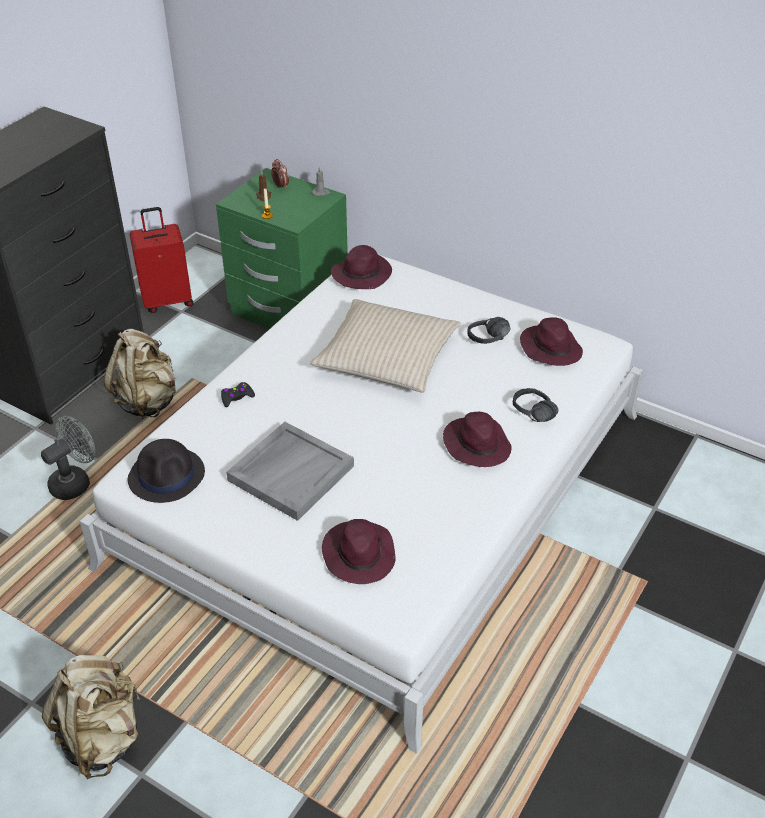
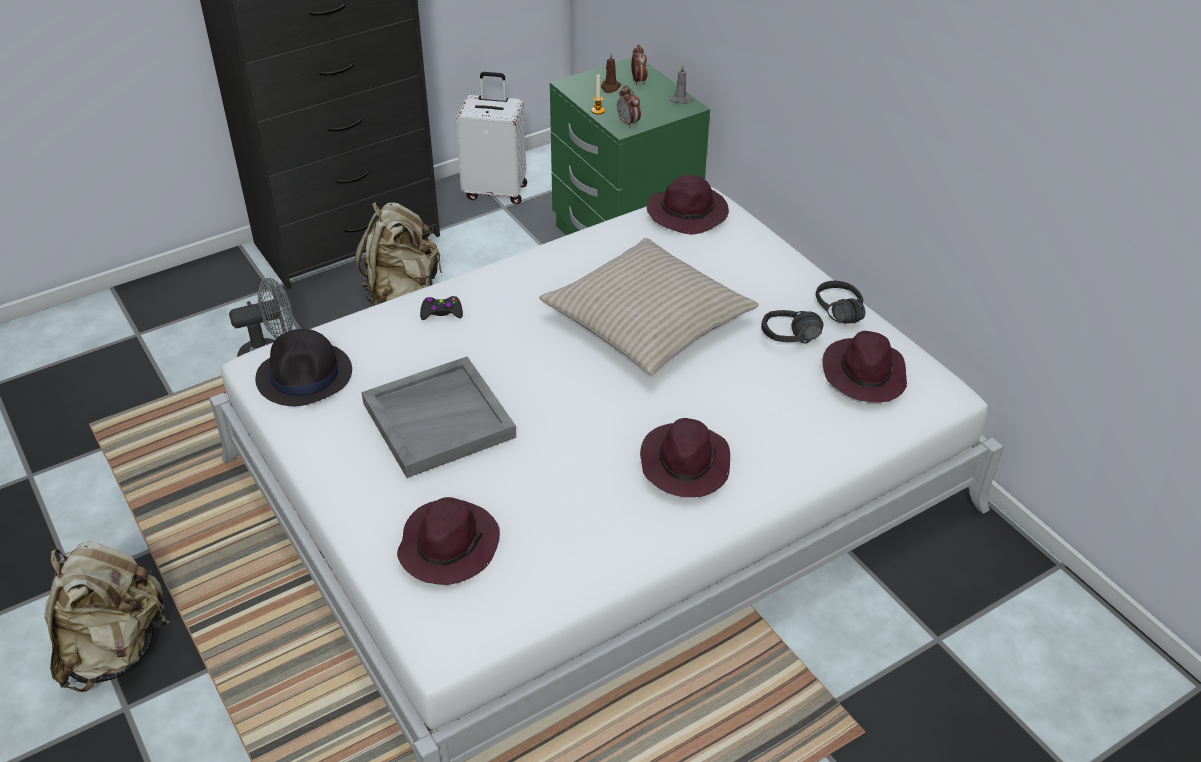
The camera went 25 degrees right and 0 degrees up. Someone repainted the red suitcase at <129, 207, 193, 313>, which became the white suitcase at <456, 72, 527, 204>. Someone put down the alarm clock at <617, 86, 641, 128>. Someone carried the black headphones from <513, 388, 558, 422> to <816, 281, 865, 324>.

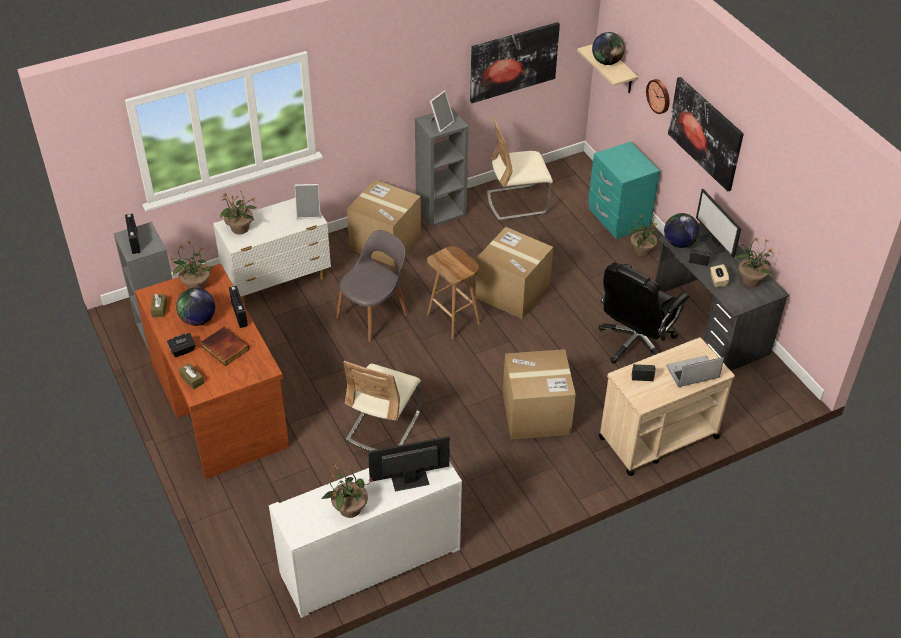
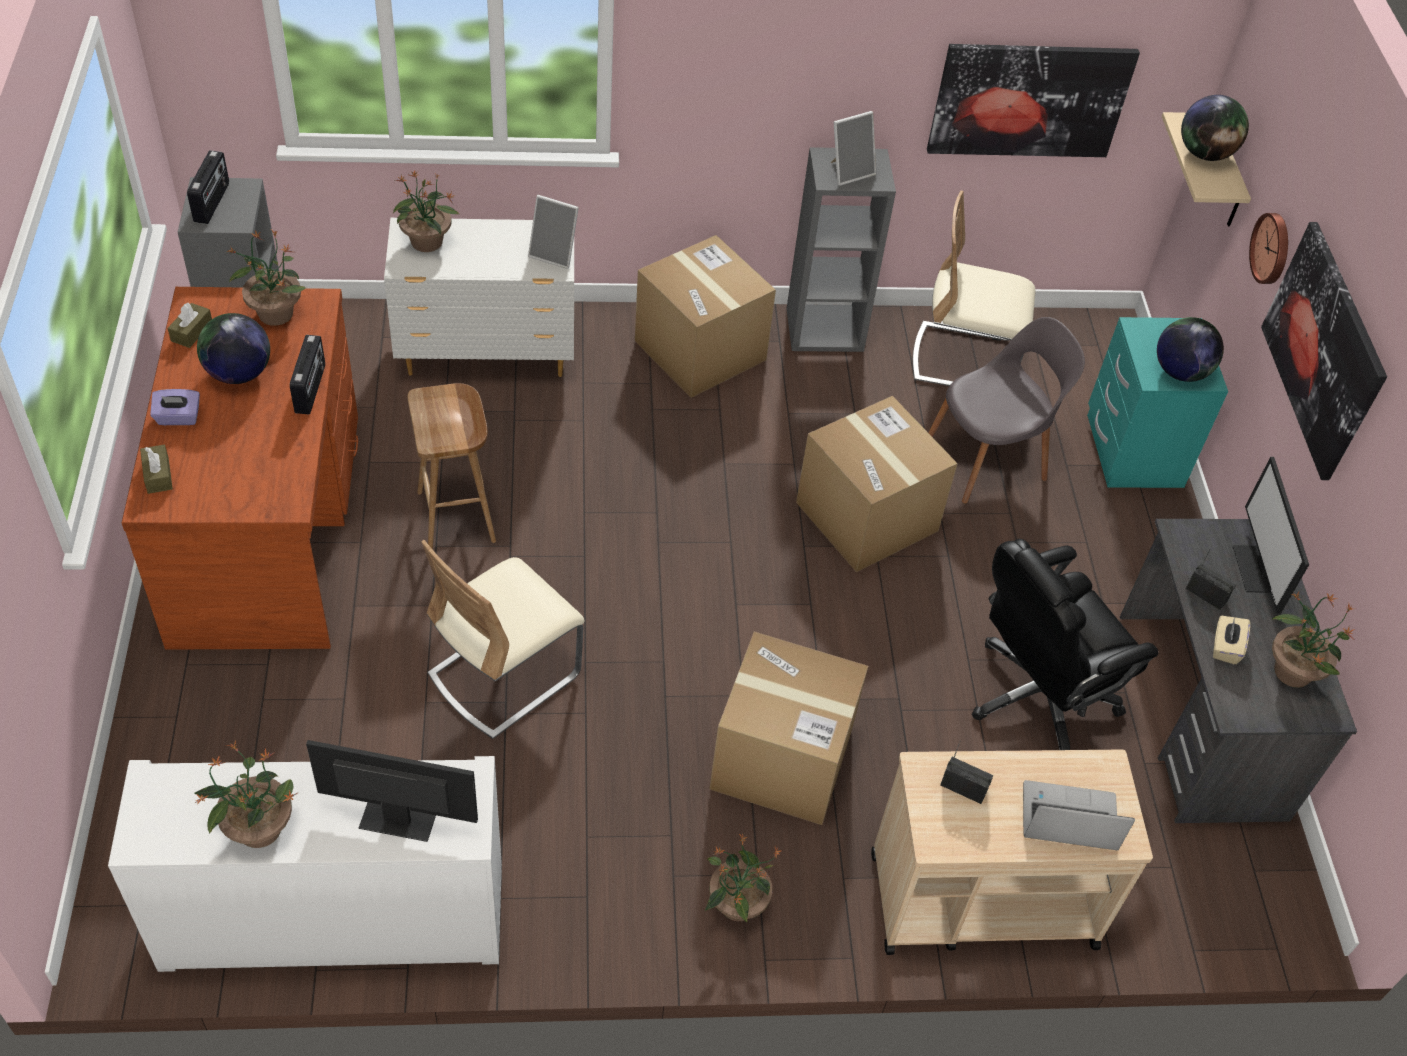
The camera went 20 degrees right and 5 degrees up. Someone repainted the black tissue box at <167, 333, 195, 357>, which became the purple tissue box at <150, 389, 200, 425>. Someone carried the brown stool from <427, 246, 480, 340> to <407, 383, 496, 550>. Someone carried the potted plant from <628, 215, 658, 256> to <704, 833, 781, 922>. Someone carried the grey chair from <336, 230, 408, 343> to <928, 317, 1085, 504>. Someone carried the globe from <664, 213, 699, 248> to <1157, 317, 1224, 382>. Someone took away the book at <200, 327, 249, 366>.

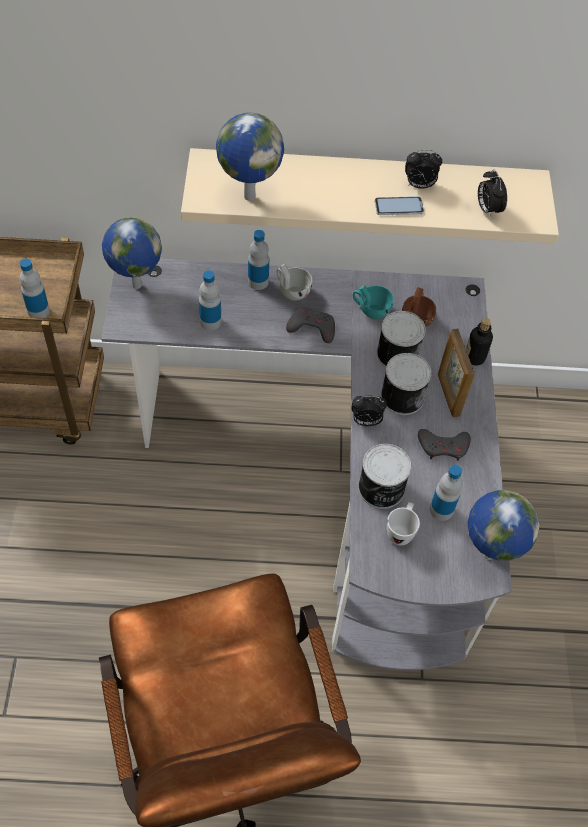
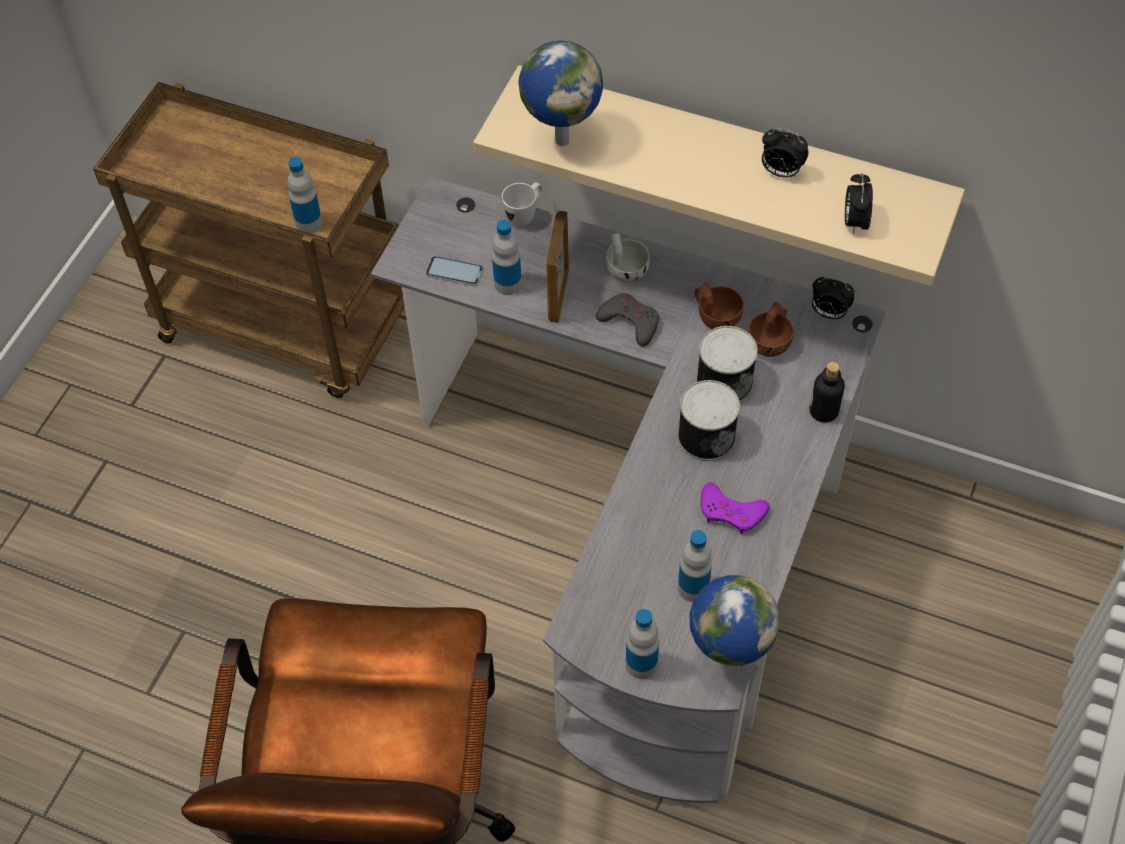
The camera went 25 degrees right and 0 degrees up. Someone carried the phone from <375, 196, 424, 215> to <426, 256, 483, 286>. Someone carried the white mug from <387, 502, 420, 545> to <502, 182, 542, 226>. Someone carried the picture frame from <438, 328, 475, 417> to <546, 211, 569, 323>. Someone carried the bottle from <248, 230, 269, 290> to <626, 609, 659, 679>. Someone repainted the turquoise cup at <353, 285, 394, 319>, which became the brown cup at <695, 283, 744, 329>. Someone repainted the grey game controller at <418, 429, 471, 461>, which became the purple game controller at <701, 483, 769, 534>. Someone carried the alarm clock from <352, 396, 387, 426> to <812, 277, 854, 319>. Someone took away the globe at <102, 217, 162, 289>. Someone took away the can at <358, 444, 411, 509>.

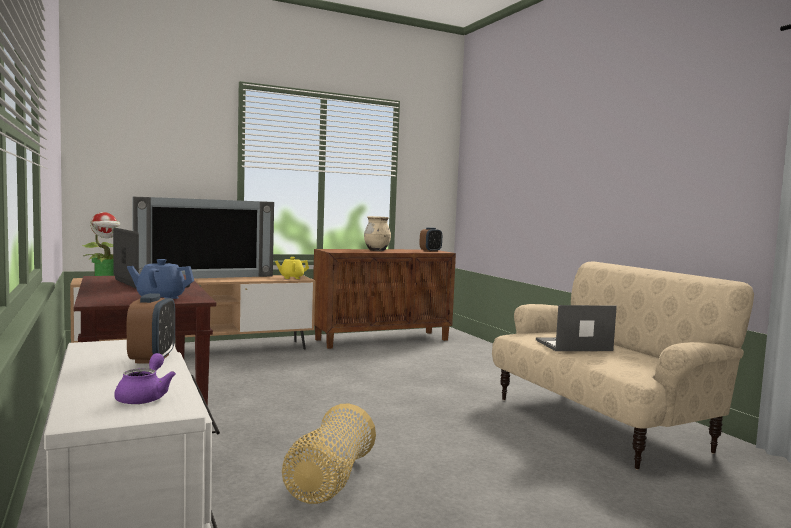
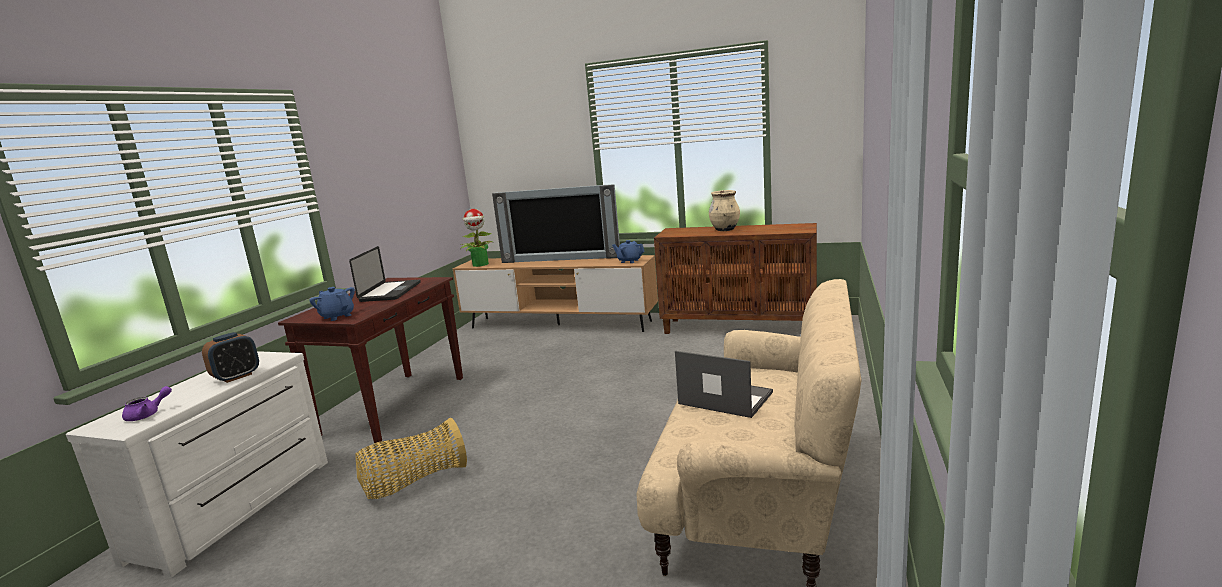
The camera went 45 degrees right and 10 degrees up. Someone repainted the yellow teapot at <275, 257, 309, 279>, which became the blue teapot at <612, 240, 645, 263>. Someone took away the alarm clock at <419, 228, 442, 252>.

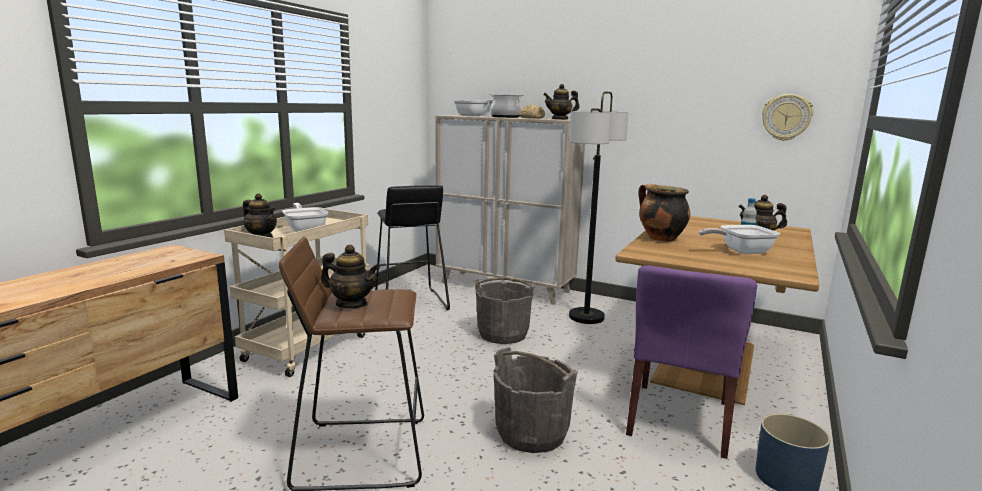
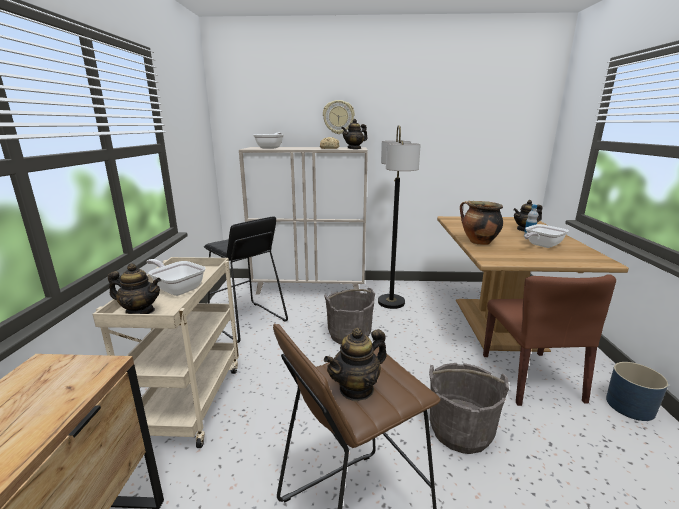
The camera went 25 degrees left and 5 degrees up. Someone carried the wall clock from <762, 94, 813, 141> to <323, 100, 355, 134>. Someone rotated the teapot at <321, 245, 380, 309> by 150 degrees clockwise. Someone repainted the purple chair at <626, 265, 757, 459>, which became the brown chair at <483, 274, 616, 406>. Someone took away the cooking pot at <489, 94, 524, 118>.

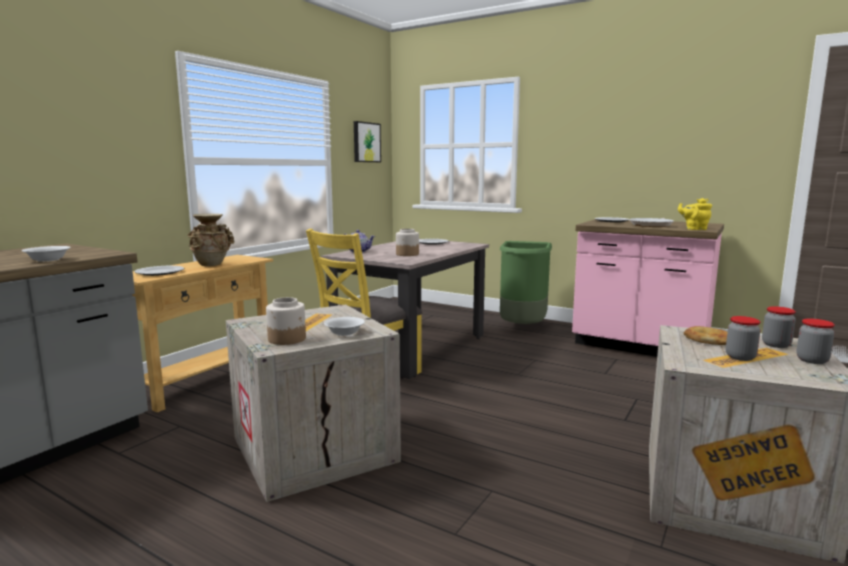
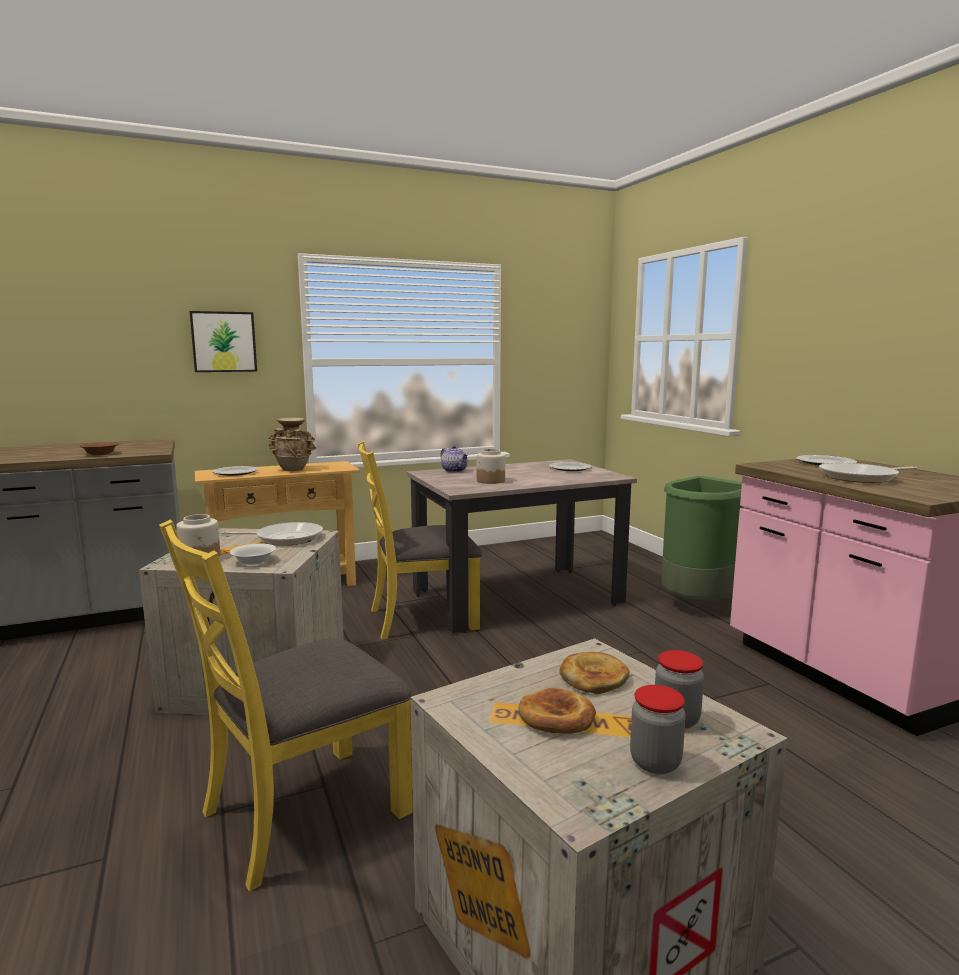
The camera went 35 degrees right and 0 degrees up. Someone repainted the white bowl at <21, 246, 71, 262>, which became the brown bowl at <80, 442, 119, 455>. Someone put down the yellow chair at <159, 520, 413, 891>. Someone carried the picture from <354, 121, 381, 162> to <190, 311, 257, 372>. Someone put down the frying pan at <221, 522, 323, 546>. Someone swapped the jar at <726, 316, 760, 361> for the bread at <518, 688, 596, 734>. Someone took away the yellow teapot at <678, 198, 712, 230>.

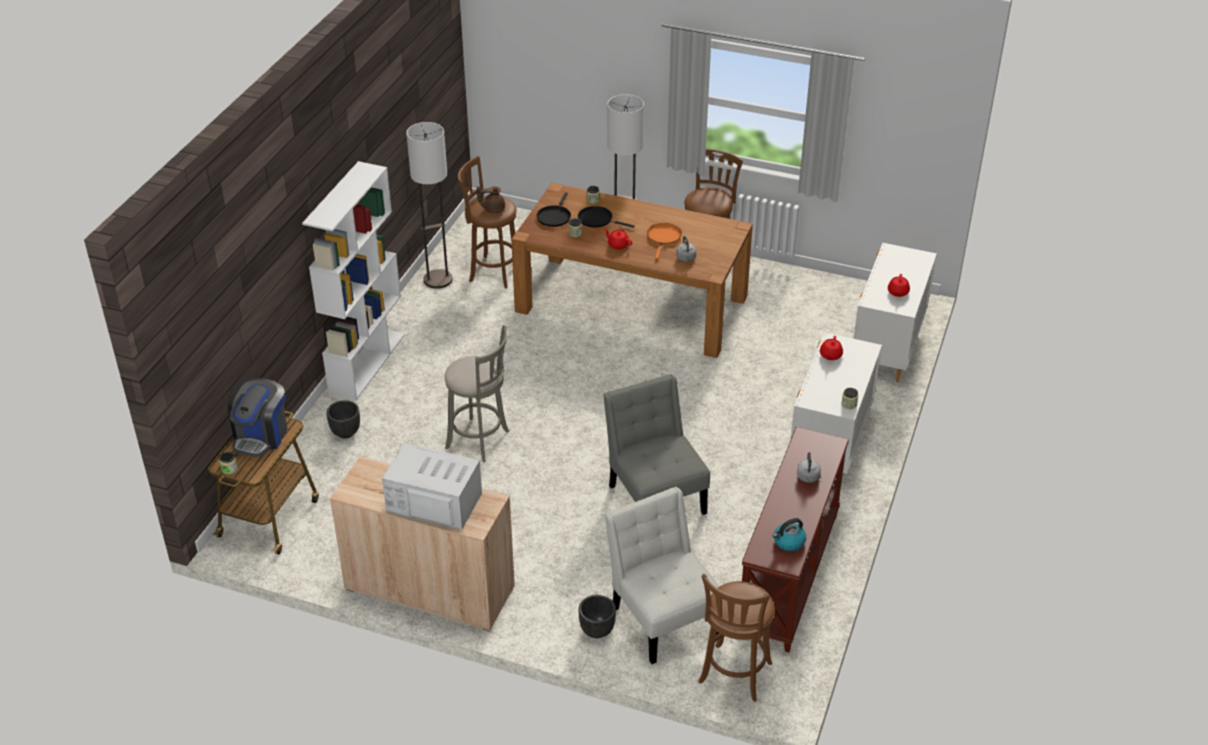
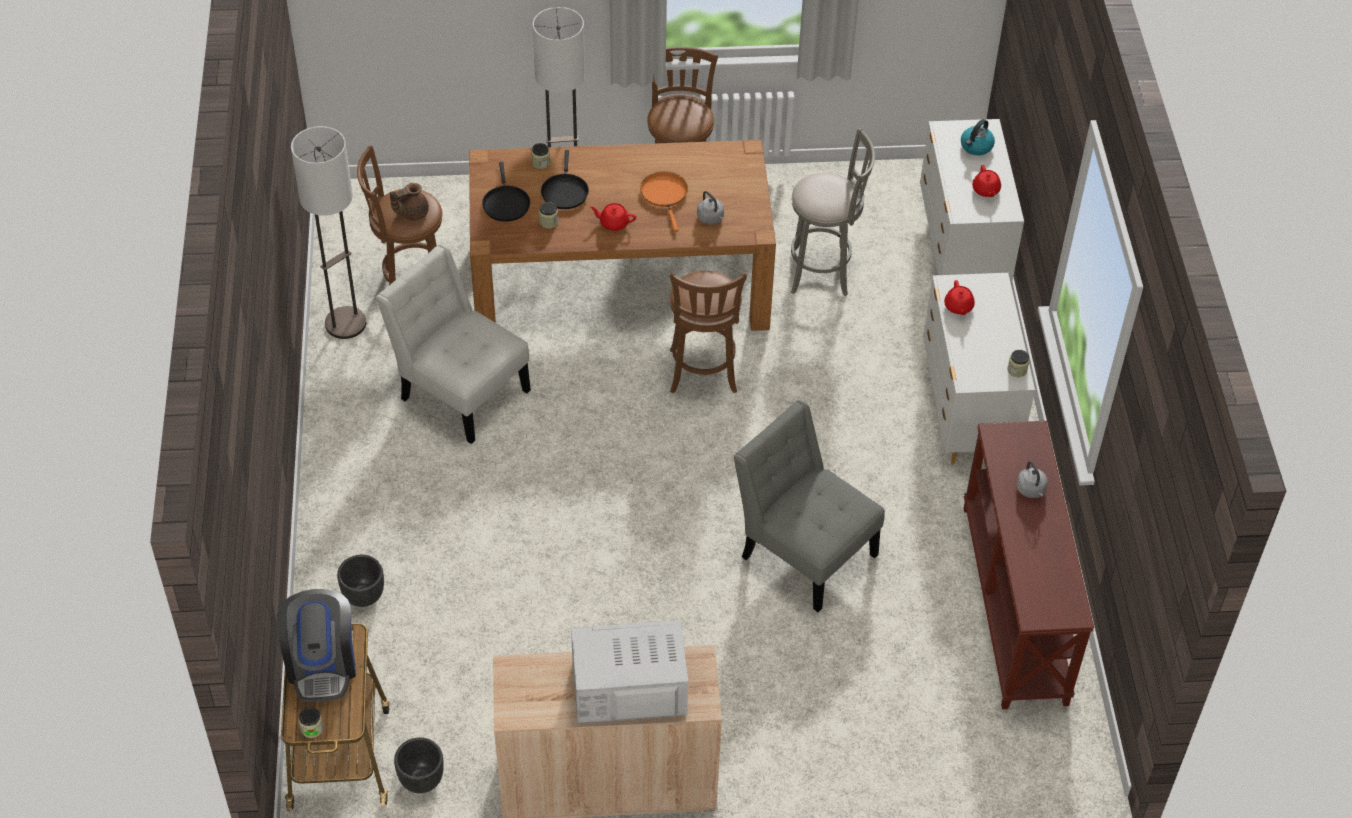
The camera went 25 degrees left and 10 degrees up. Someone carried the white chair from <605, 487, 720, 664> to <376, 244, 531, 444>. Someone carried the black planter from <579, 595, 616, 638> to <394, 737, 444, 793>. Someone rotated the black frying pan at <578, 206, 635, 228> by 90 degrees counterclockwise. Someone carried the brown stool from <698, 574, 775, 702> to <670, 271, 747, 393>. Someone carried the grey stool from <444, 325, 509, 462> to <791, 128, 875, 296>. Someone carried the kettle from <773, 518, 806, 551> to <961, 119, 995, 155>. Someone took away the white bookcase at <302, 161, 405, 401>.

